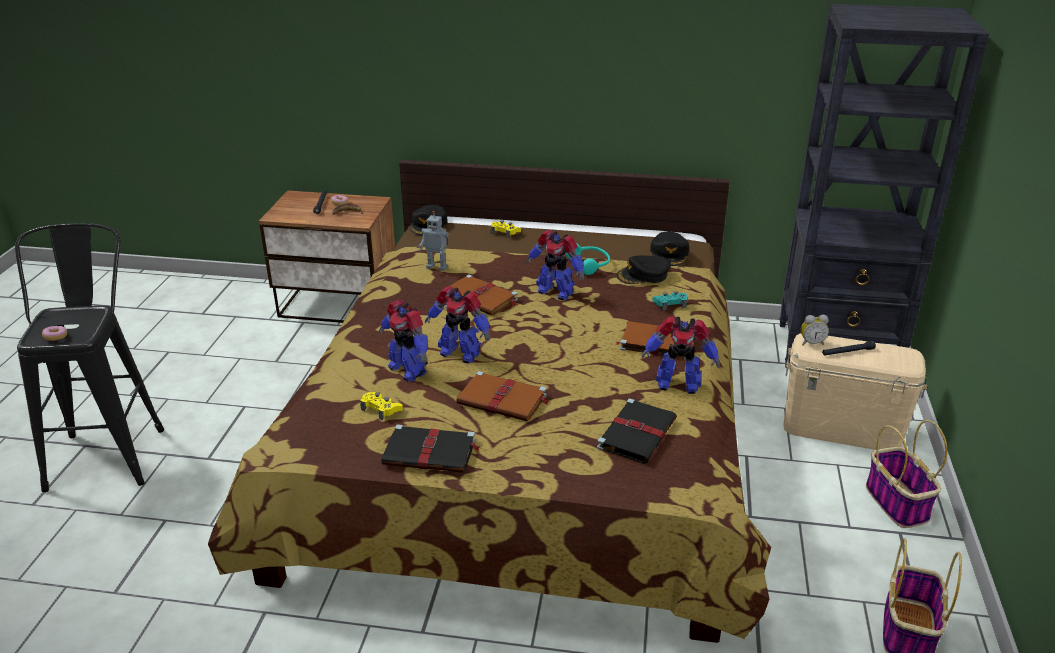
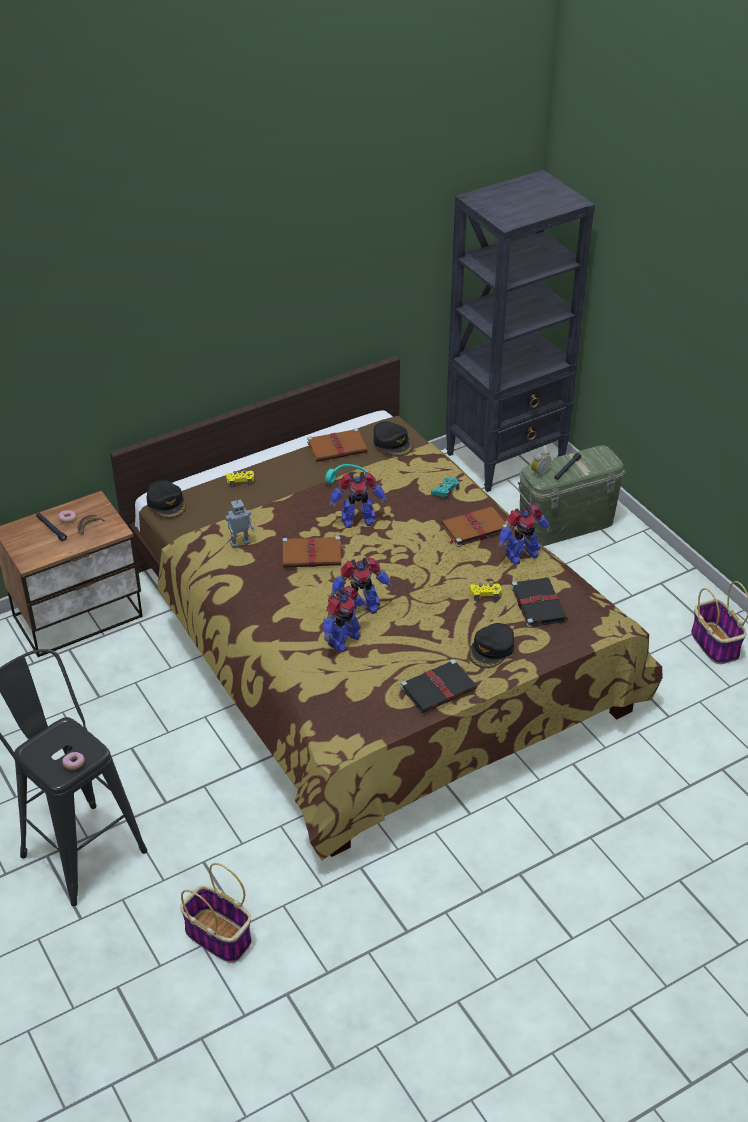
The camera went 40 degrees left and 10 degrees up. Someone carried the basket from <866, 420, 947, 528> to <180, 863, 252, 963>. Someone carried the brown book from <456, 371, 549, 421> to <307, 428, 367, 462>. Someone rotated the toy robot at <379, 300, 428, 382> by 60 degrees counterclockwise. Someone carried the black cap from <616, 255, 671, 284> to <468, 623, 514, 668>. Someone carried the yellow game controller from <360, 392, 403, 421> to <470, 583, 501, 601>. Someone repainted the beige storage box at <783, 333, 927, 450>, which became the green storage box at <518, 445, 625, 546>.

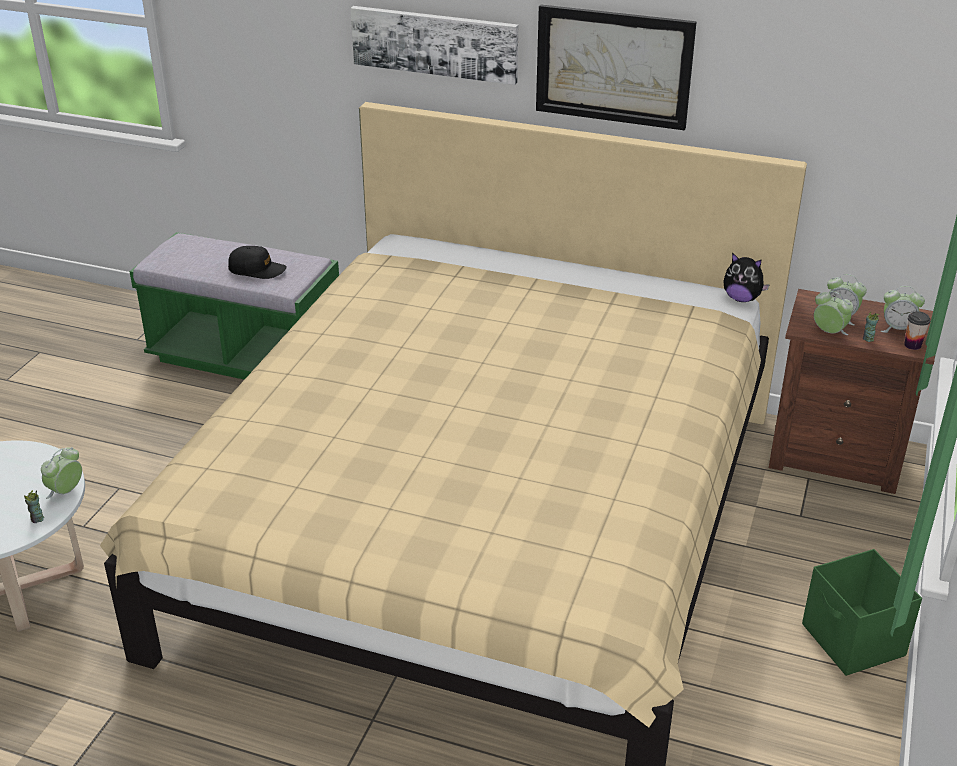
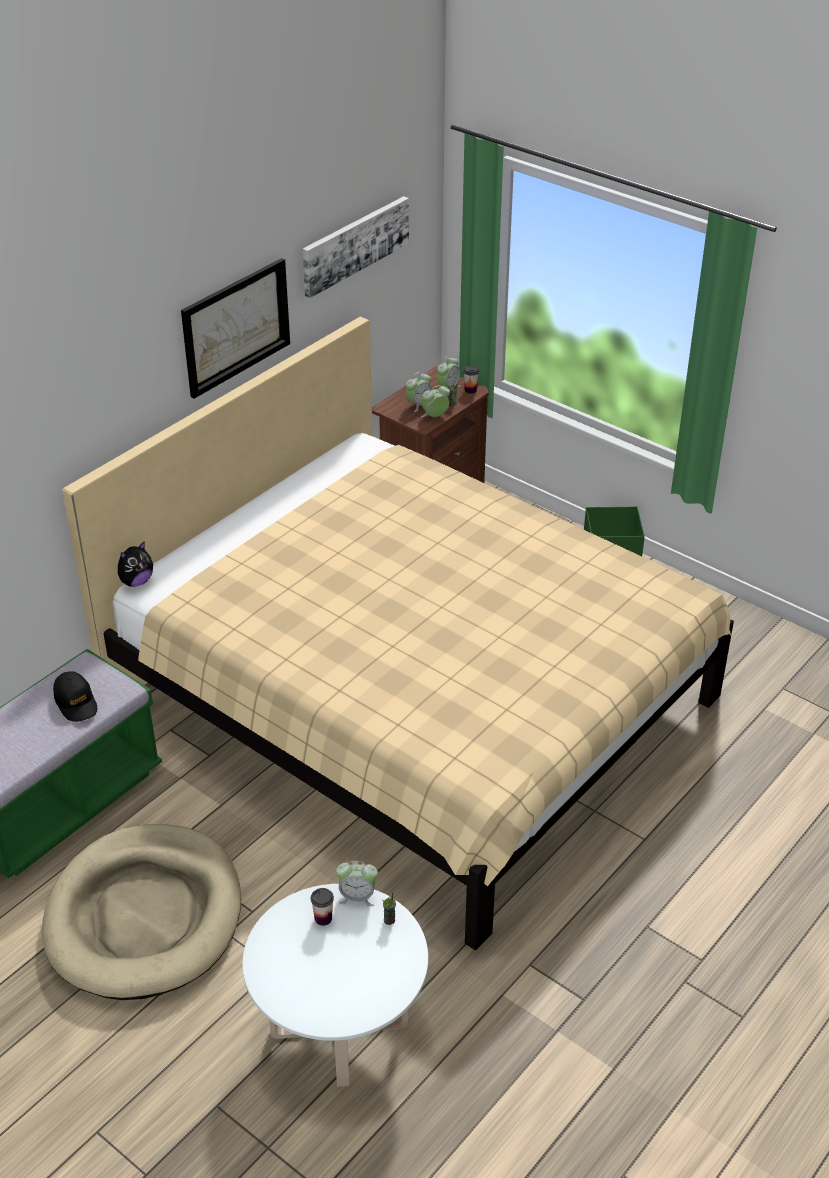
The camera went 70 degrees left and 5 degrees up. Someone put down the beige dog bed at <42, 824, 241, 1000>. Someone rotated the black cap at <228, 246, 287, 279> by 120 degrees clockwise. Someone carried the plush toy from <723, 253, 770, 302> to <118, 542, 153, 587>. Someone carried the picture from <351, 6, 518, 85> to <302, 196, 409, 298>. Someone put down the cup at <311, 888, 334, 926>. Someone rotated the alarm clock at <41, 447, 82, 499> by 45 degrees counterclockwise.

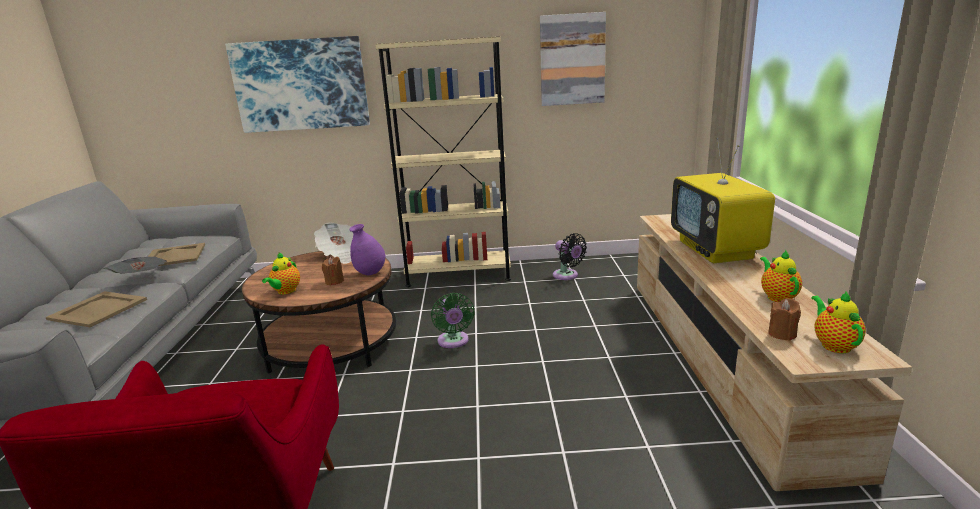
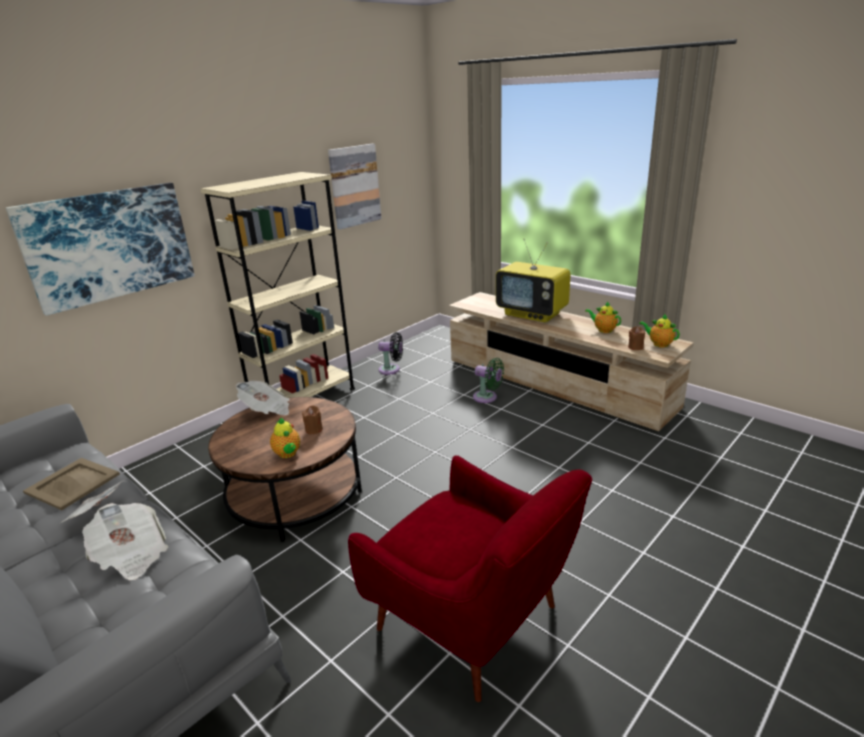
The camera went 45 degrees left and 5 degrees up. Someone swapped the beige tray at <46, 291, 147, 327> for the newspaper at <82, 503, 168, 580>. Someone carried the green fan from <431, 293, 475, 348> to <473, 358, 504, 403>. Someone took away the purple vase at <349, 224, 385, 275>.

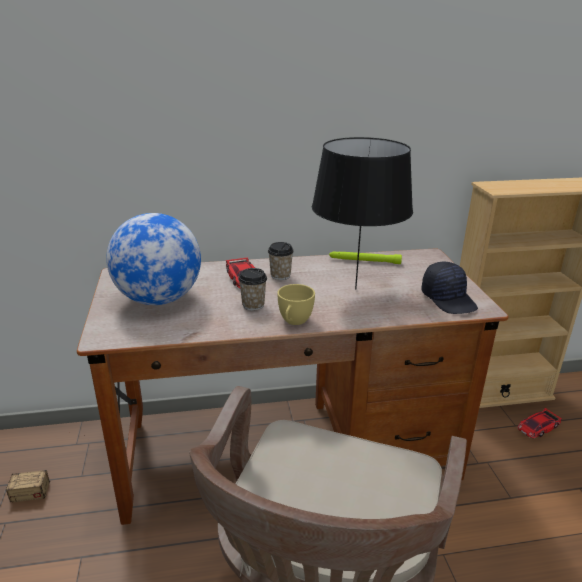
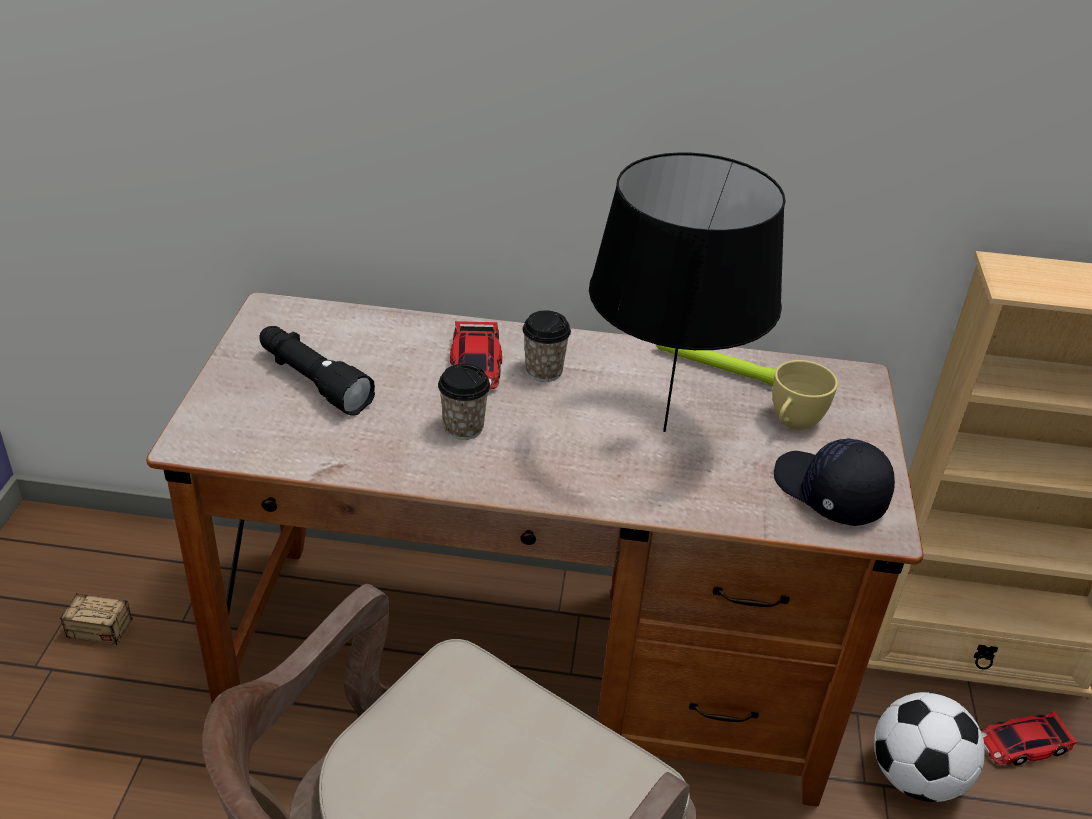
The camera went 15 degrees right and 10 degrees up. Someone swapped the globe at <106, 213, 201, 305> for the black flashlight at <260, 326, 375, 416>. Someone carried the yellow cup from <277, 284, 315, 325> to <773, 360, 838, 430>. Someone rotated the black cap at <421, 261, 478, 314> by 150 degrees clockwise. Someone put down the football at <874, 692, 985, 802>.

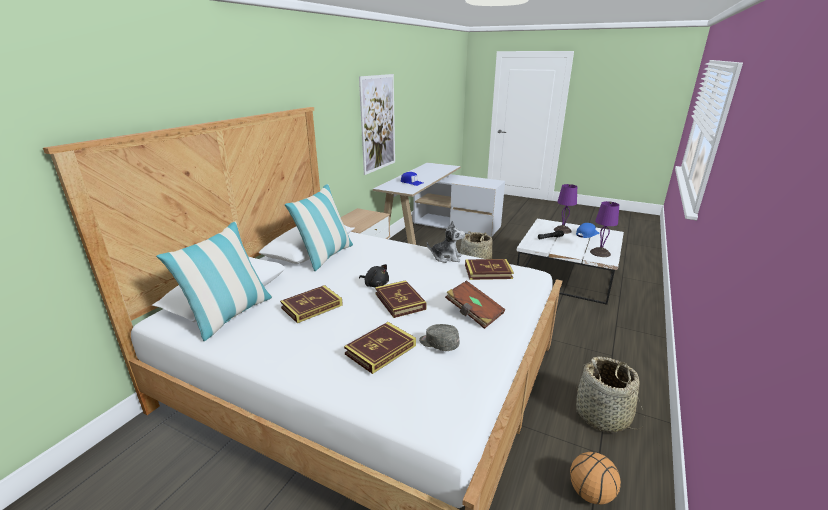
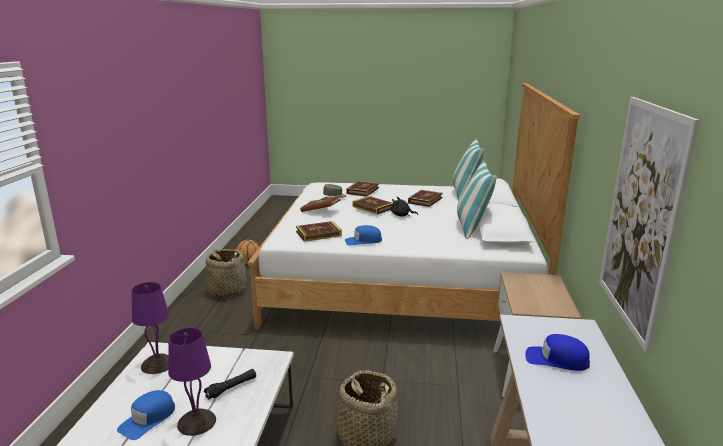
The camera went 160 degrees right and 5 degrees down. Someone swapped the plush toy at <427, 220, 465, 263> for the blue cap at <345, 225, 382, 246>.

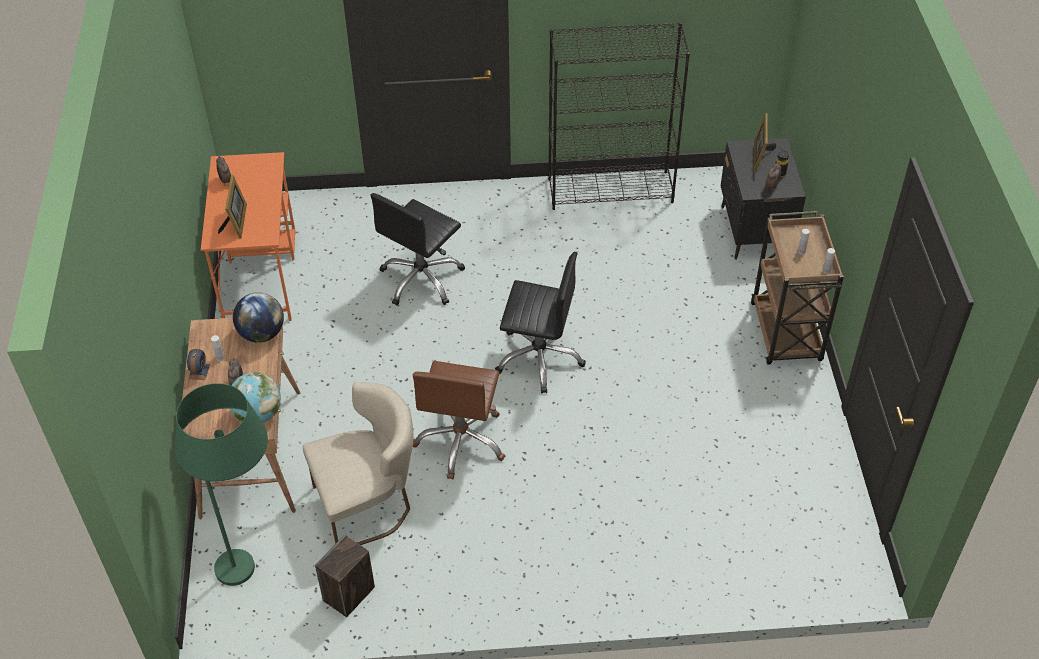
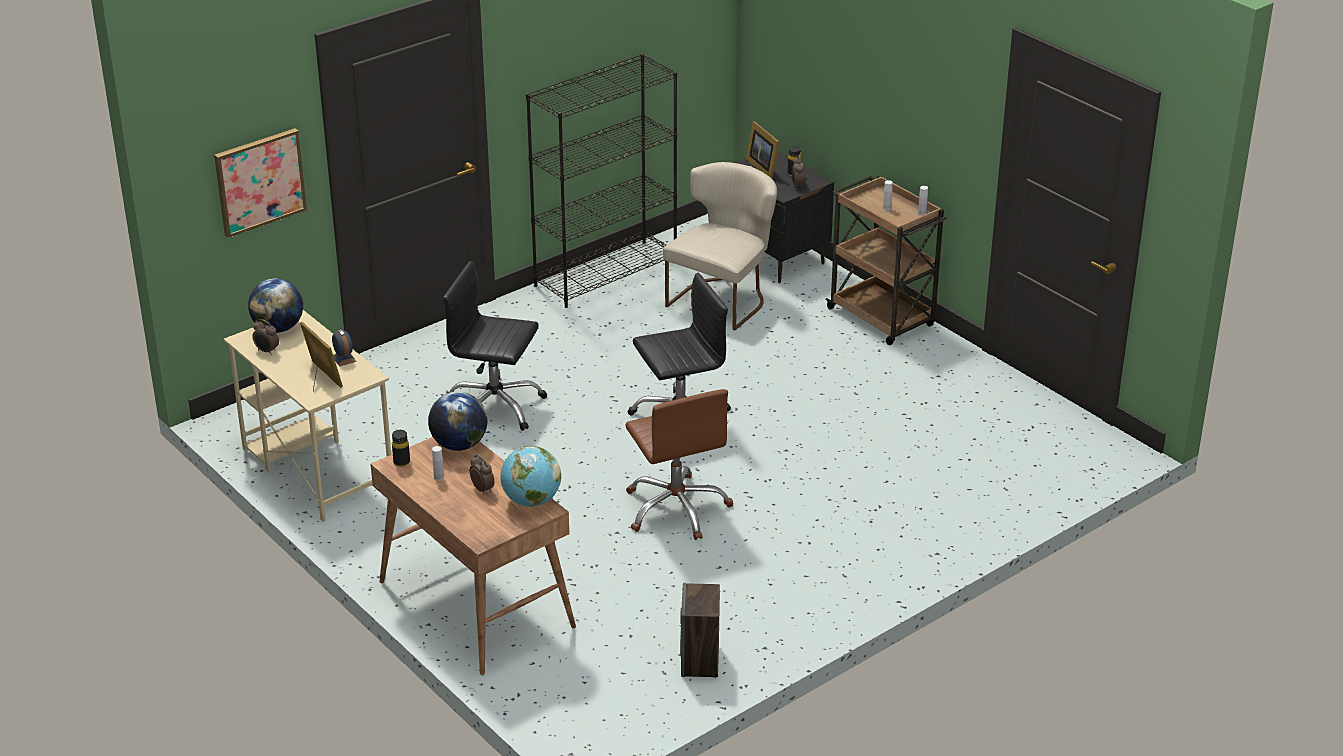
The camera went 35 degrees left and 15 degrees down. Someone put up the picture at <214, 128, 307, 238>. Someone repainted the orange desk at <201, 152, 296, 321>, which became the beige desk at <224, 310, 391, 522>. Someone put down the globe at <248, 278, 303, 333>. Someone carried the alarm clock from <187, 349, 210, 380> to <332, 329, 356, 366>. Someone put down the black bottle at <392, 430, 410, 467>. Someone rotated the black office chair at <371, 193, 465, 306> by 105 degrees clockwise. Someone carried the beige chair from <303, 382, 413, 545> to <663, 162, 777, 331>. Someone took away the green floor lamp at <175, 383, 268, 586>.

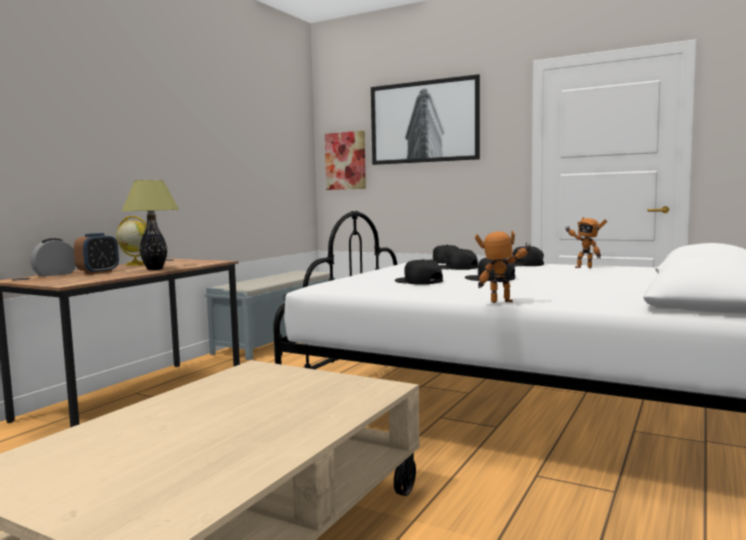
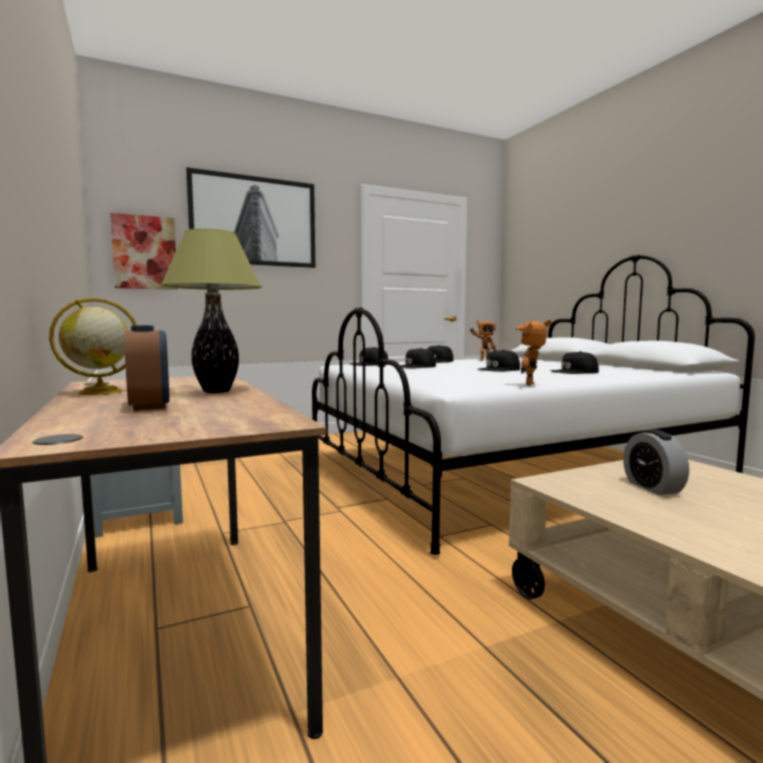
The camera went 55 degrees left and 0 degrees up. Someone carried the toy robot from <475, 231, 532, 303> to <516, 320, 552, 386>. Someone carried the black cap from <395, 259, 443, 285> to <550, 351, 599, 374>. Someone carried the alarm clock from <30, 238, 76, 277> to <623, 430, 689, 495>.

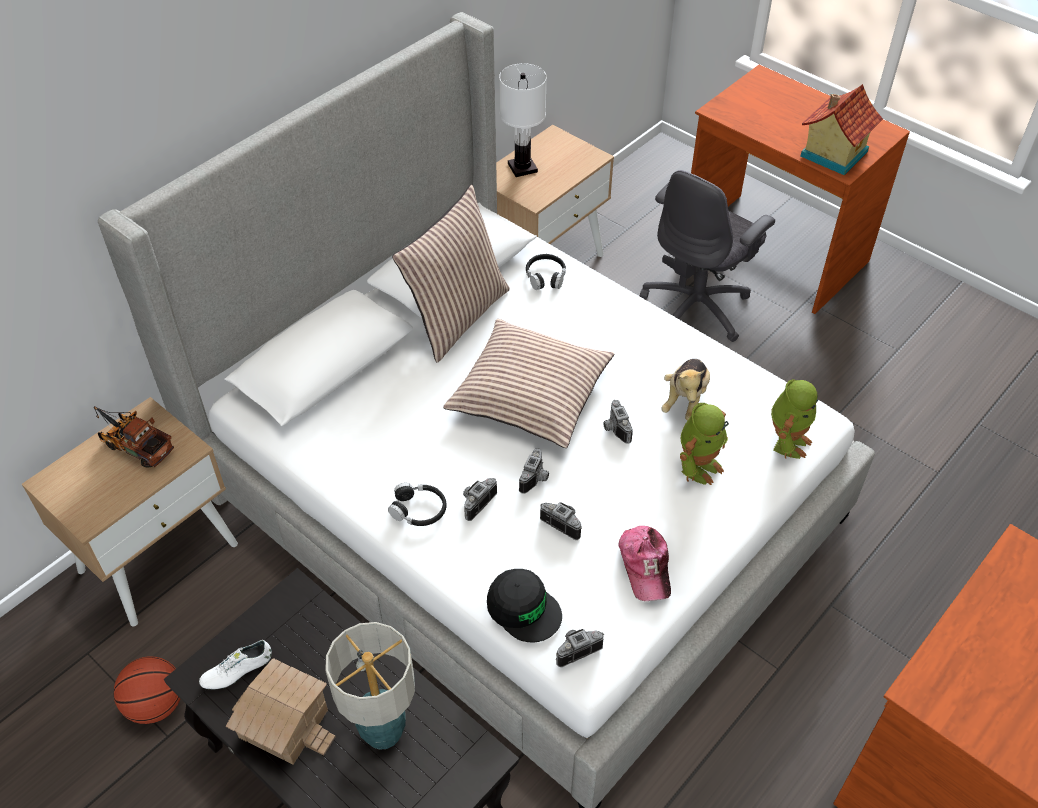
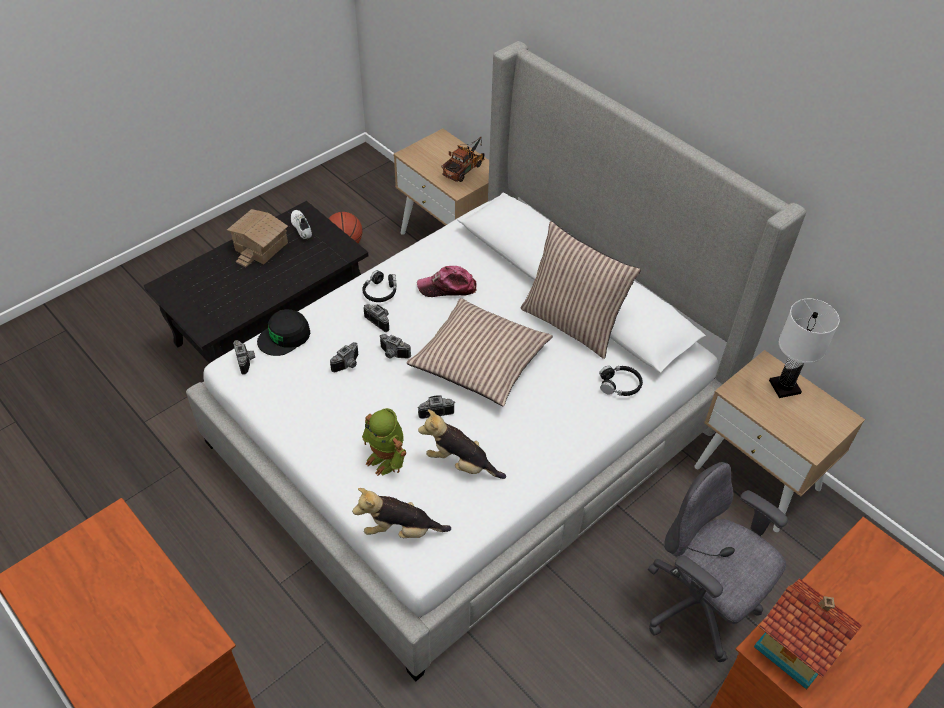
The camera went 95 degrees right and 0 degrees up. Someone swapped the toy robot at <771, 379, 818, 459> for the plush toy at <352, 488, 451, 538>. Someone carried the cap from <619, 526, 671, 601> to <417, 266, 477, 297>. Someone took away the table lamp at <326, 622, 415, 750>.

